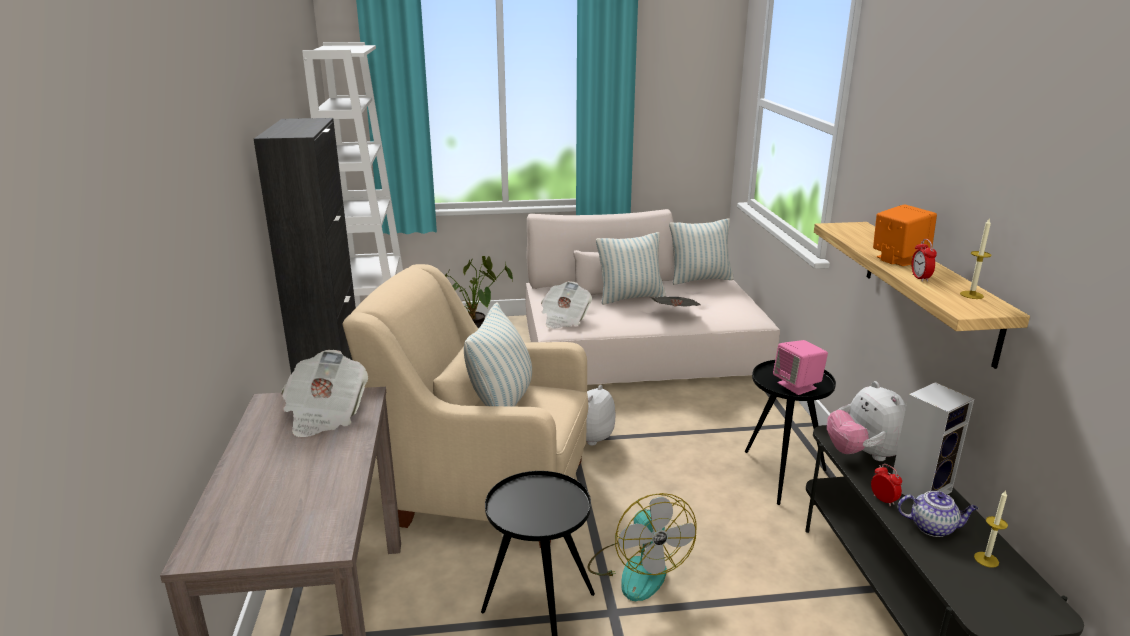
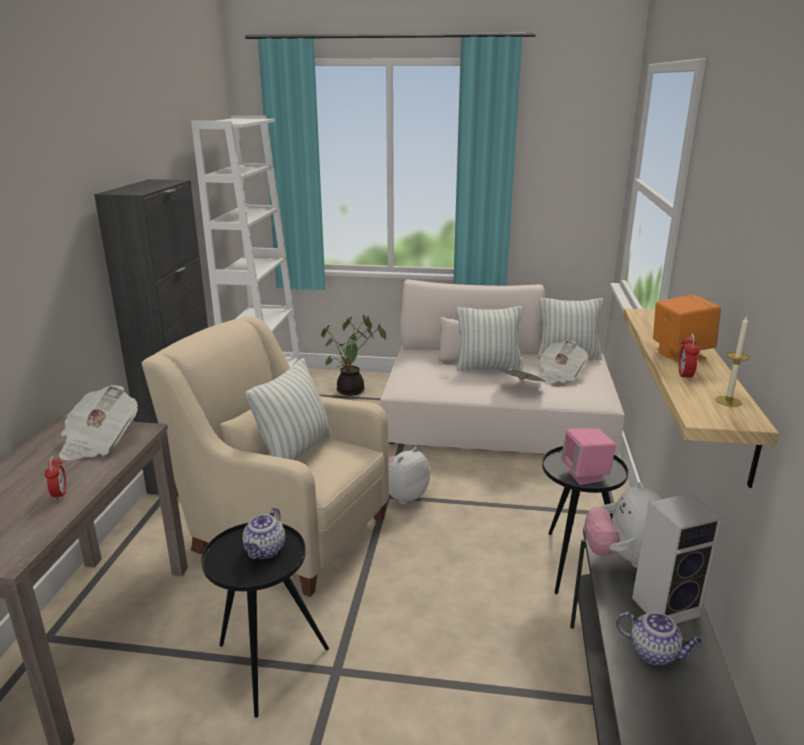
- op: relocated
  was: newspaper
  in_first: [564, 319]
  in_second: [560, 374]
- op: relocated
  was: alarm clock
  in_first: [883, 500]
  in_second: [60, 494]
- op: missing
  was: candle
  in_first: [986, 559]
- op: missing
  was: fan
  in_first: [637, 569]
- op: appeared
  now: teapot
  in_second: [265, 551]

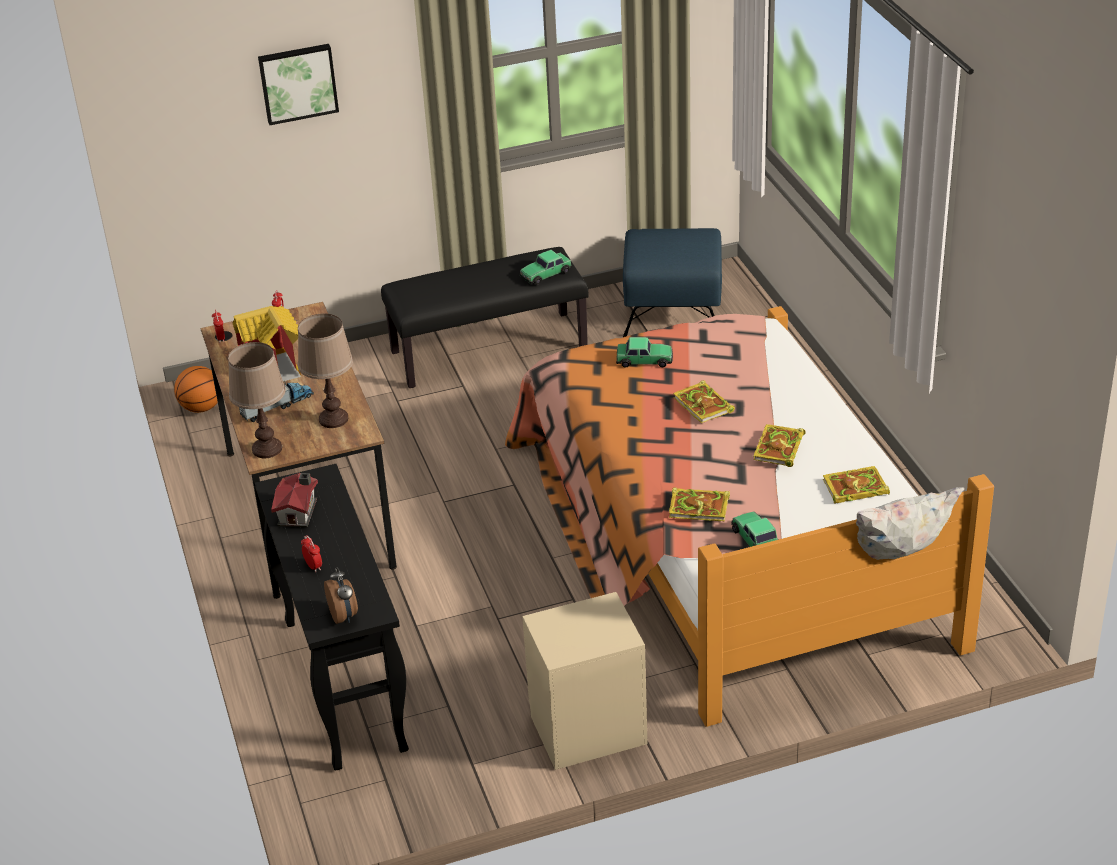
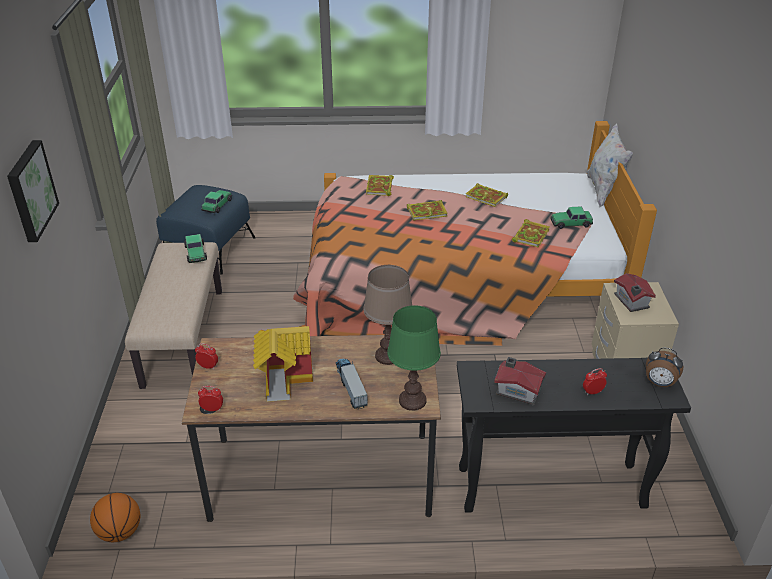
- op: colour
  was: black bench
  now: beige bench
  in_first: [489, 349]
  in_second: [183, 337]
- op: relocated
  was: toy car
  in_first: [644, 360]
  in_second: [217, 205]
- op: colour
  was: brown table lamp
  now: green table lamp
  in_first: [267, 449]
  in_second: [412, 400]
- op: relocated
  was: book
  in_first: [854, 489]
  in_second: [380, 188]
- op: spun
  was: alarm clock
  in_first: [344, 615]
  in_second: [659, 383]
  clockwise: -150
- op: appeared
  now: toy house
  in_second: [631, 302]

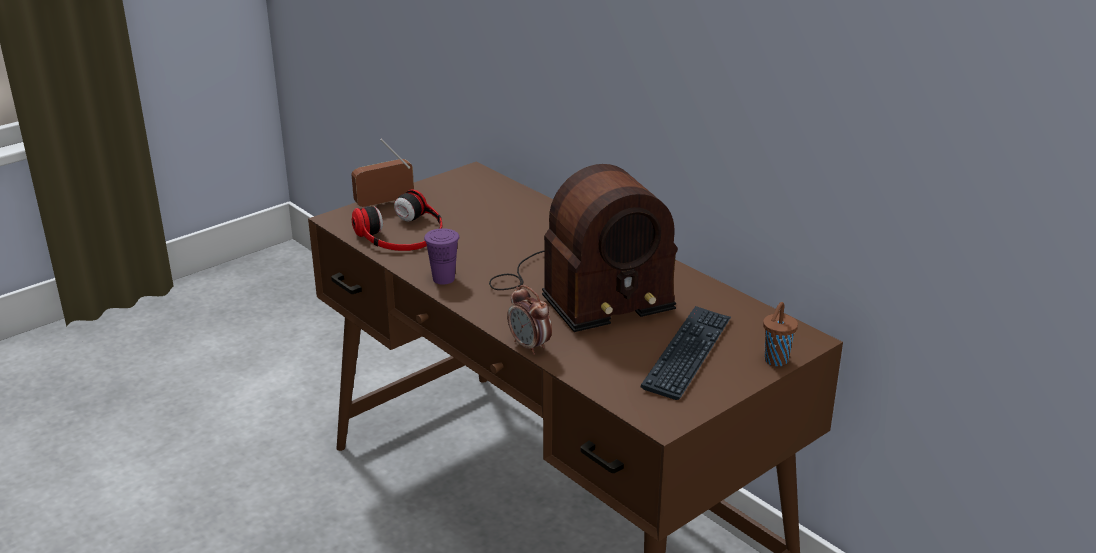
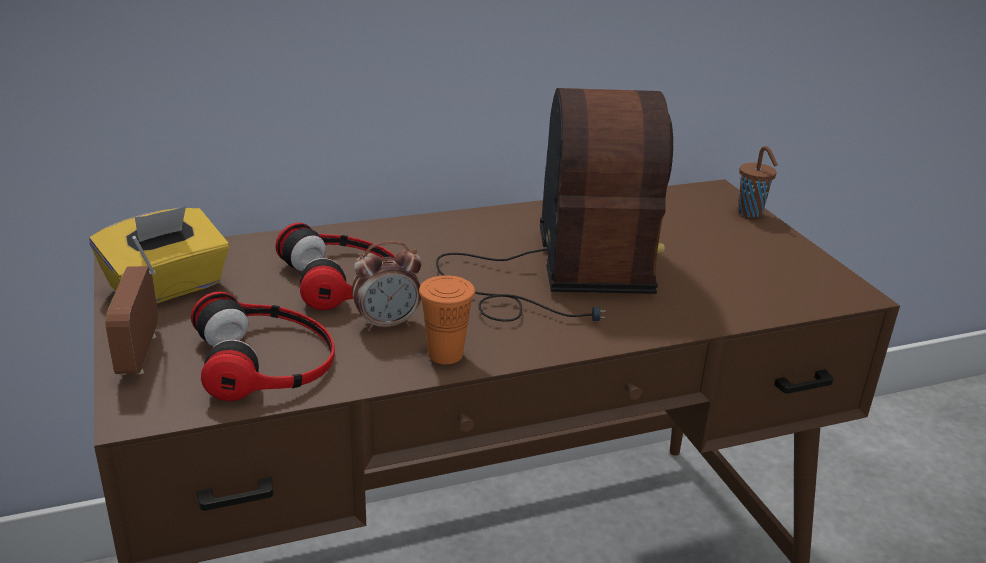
- op: colour
  was: purple cup
  now: orange cup
  in_first: [443, 279]
  in_second: [445, 354]
- op: relocated
  was: alarm clock
  in_first: [530, 346]
  in_second: [387, 324]
- op: missing
  was: keyboard
  in_first: [687, 353]
- op: appeared
  now: yellow tissue box
  in_second: [167, 287]
- op: appeared
  now: headphones
  in_second: [345, 278]

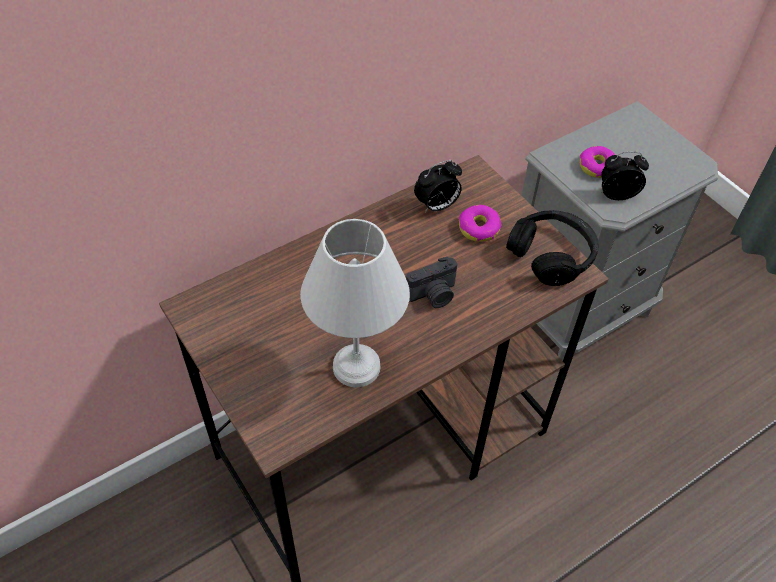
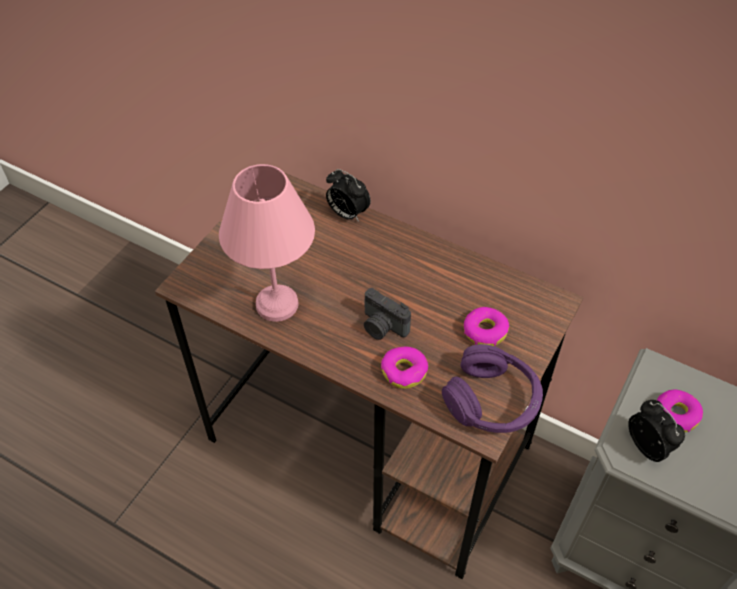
- op: relocated
  was: alarm clock
  in_first: [437, 206]
  in_second: [347, 214]
- op: colour
  was: black headphones
  now: purple headphones
  in_first: [551, 255]
  in_second: [492, 401]
- op: colour
  was: white table lamp
  now: pink table lamp
  in_first: [358, 365]
  in_second: [279, 304]
- op: appeared
  now: donut
  in_second: [404, 371]

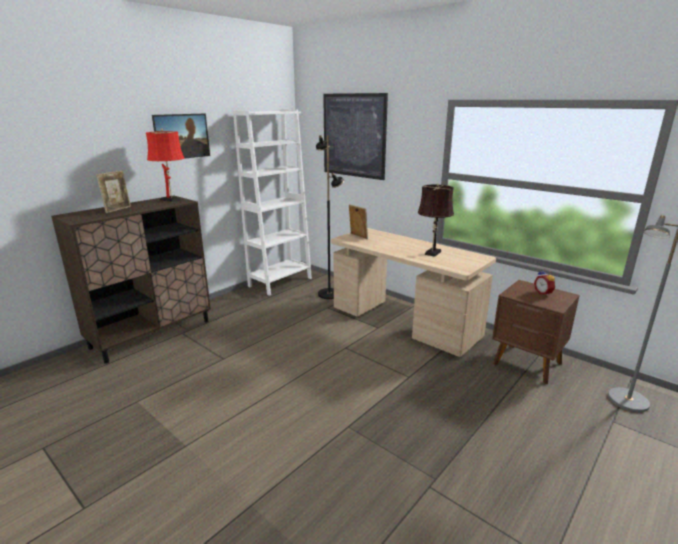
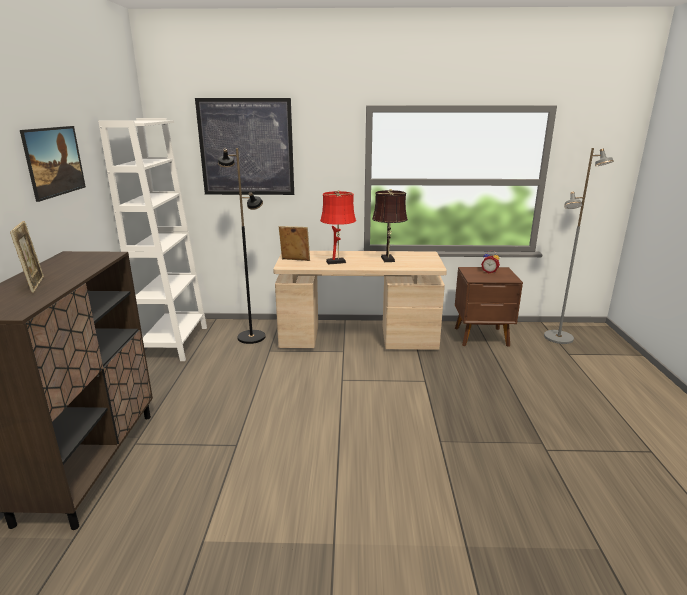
- op: relocated
  was: red table lamp
  in_first: [171, 200]
  in_second: [338, 262]

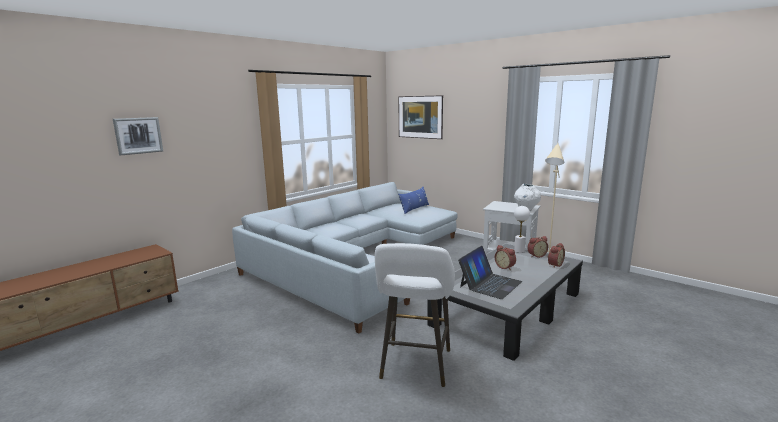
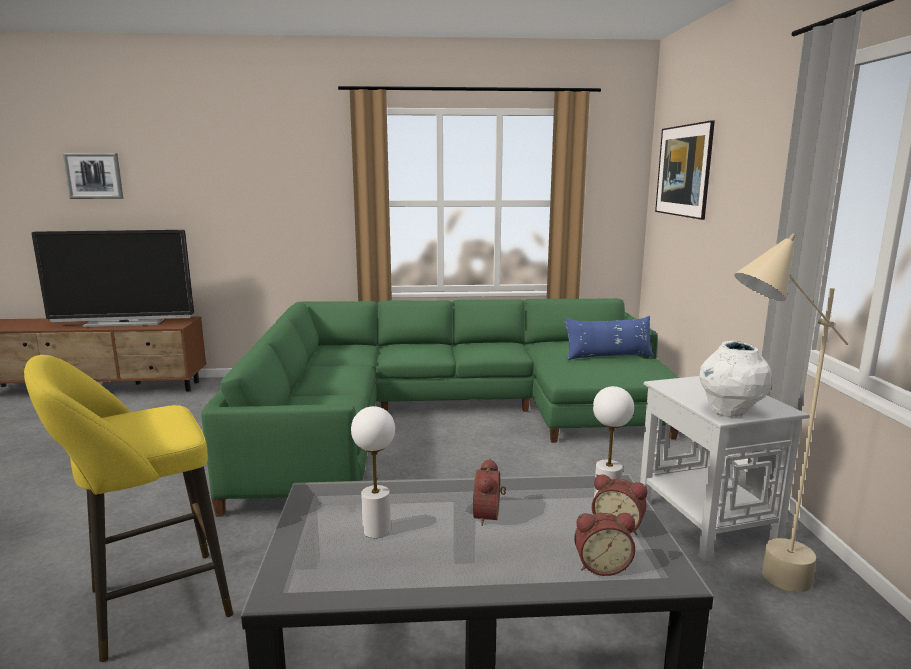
- op: relocated
  was: picture
  in_first: [138, 135]
  in_second: [94, 176]
- op: colour
  was: grey sofa
  now: green sofa
  in_first: [356, 259]
  in_second: [444, 415]
- op: colour
  was: white stool
  now: yellow stool
  in_first: [415, 367]
  in_second: [150, 606]
- op: exchanged
  was: laptop
  now: white table lamp
  in_first: [490, 284]
  in_second: [377, 530]
- op: appeared
  now: television
  in_second: [124, 323]

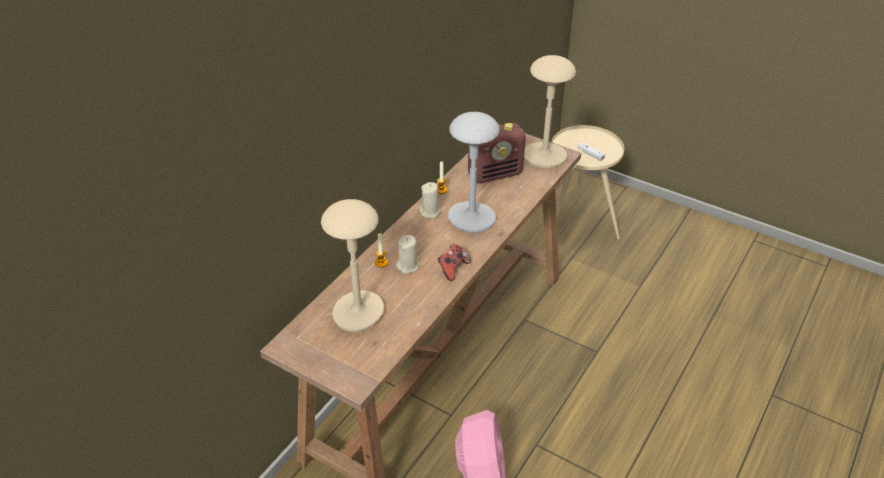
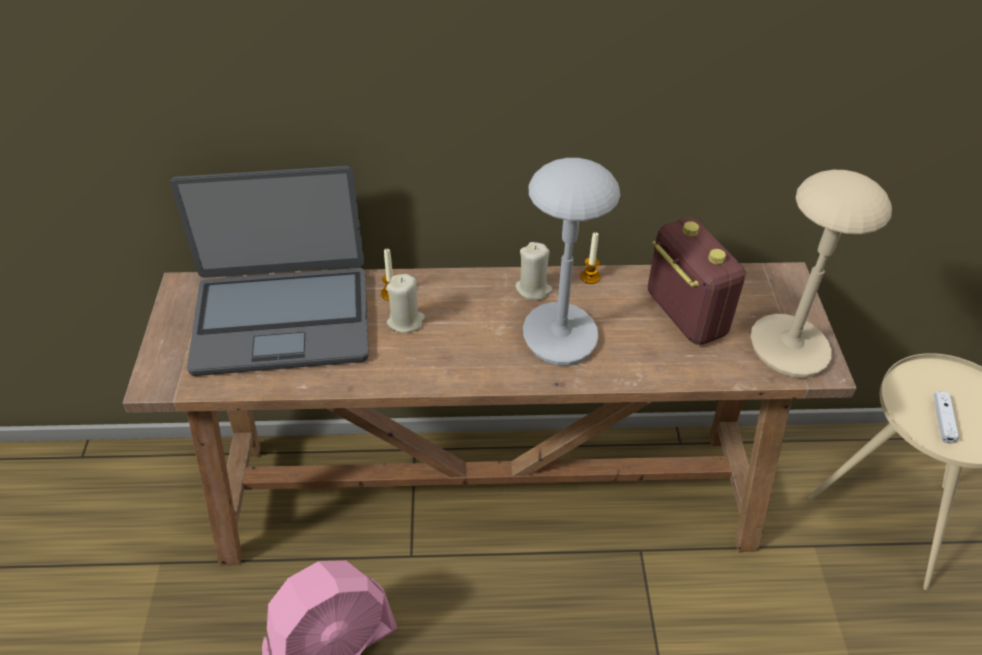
- op: spun
  was: radio
  in_first: [495, 174]
  in_second: [684, 314]
  clockwise: -150
- op: exchanged
  was: beige table lamp
  now: laptop
  in_first: [358, 313]
  in_second: [282, 319]
- op: missing
  was: game controller
  in_first: [453, 268]

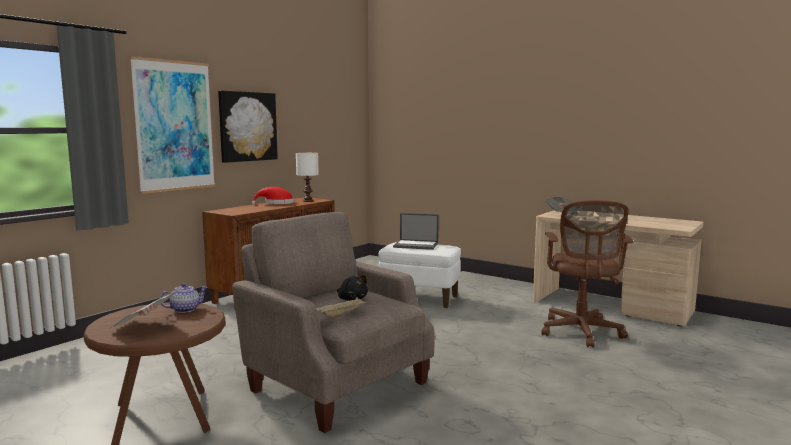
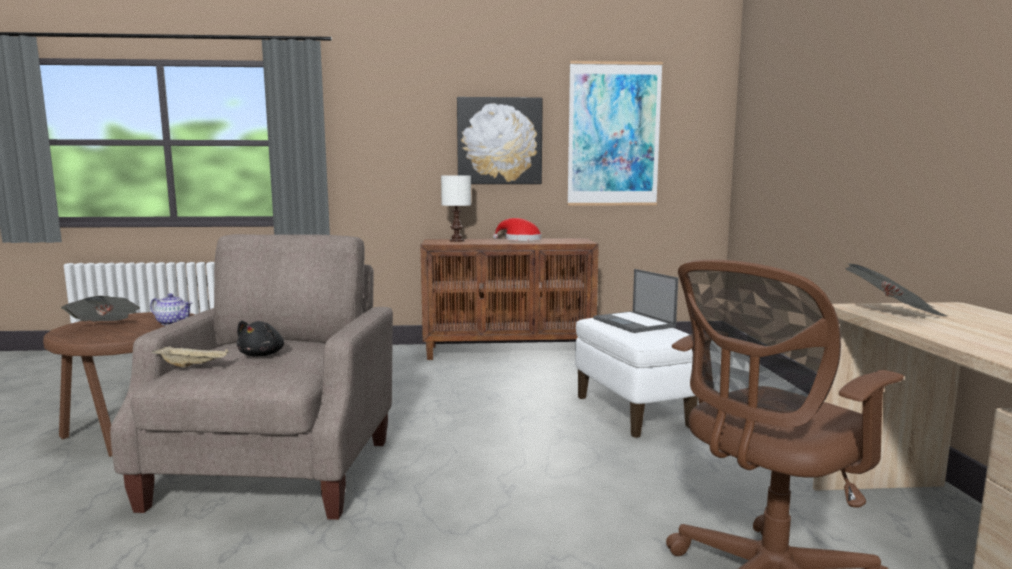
- op: relocated
  was: picture
  in_first: [174, 126]
  in_second: [613, 135]
- op: relocated
  was: white table lamp
  in_first: [308, 201]
  in_second: [457, 241]

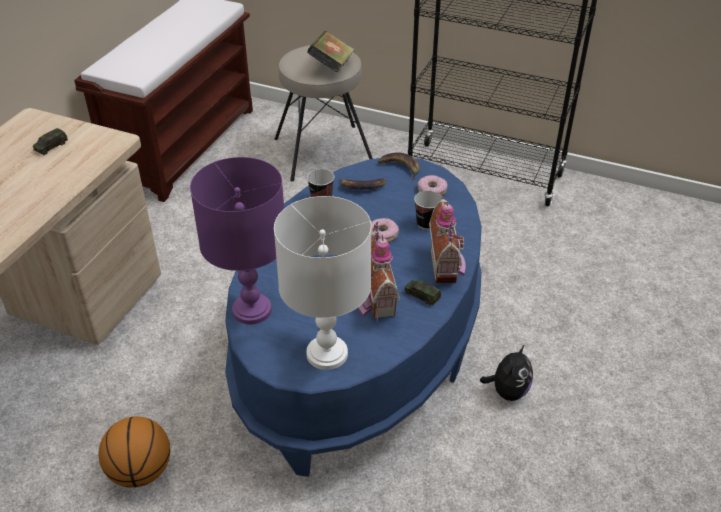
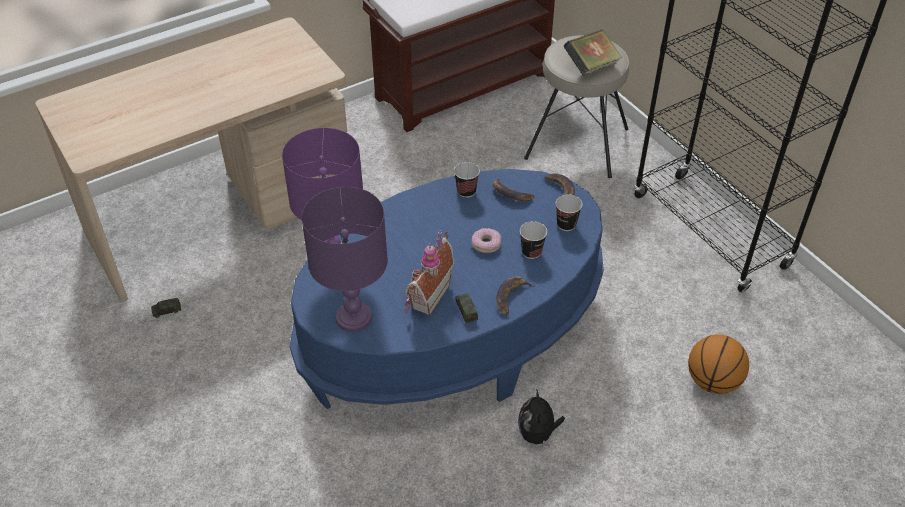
- op: relocated
  was: toy car
  in_first: [51, 146]
  in_second: [167, 310]
- op: exchanged
  was: donut
  now: cup
  in_first: [432, 190]
  in_second: [566, 224]
- op: colour
  was: white table lamp
  now: purple table lamp
  in_first: [328, 353]
  in_second: [354, 317]
- op: exchanged
  was: toy house
  now: banana
  in_first: [447, 266]
  in_second: [511, 297]
- op: spun
  was: plush toy
  in_first: [507, 391]
  in_second: [537, 434]
  clockwise: 120
- op: relocated
  was: basketball
  in_first: [141, 471]
  in_second: [713, 381]

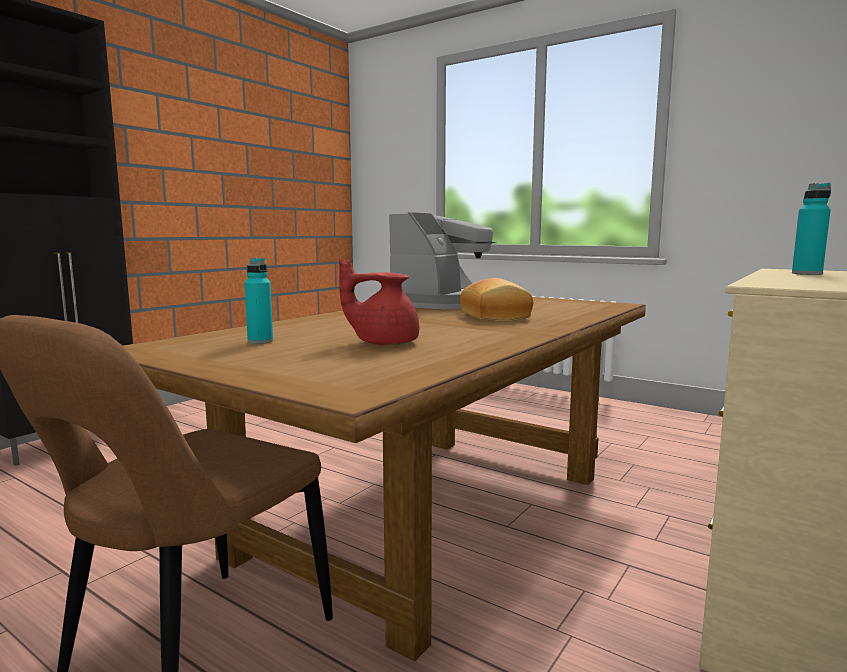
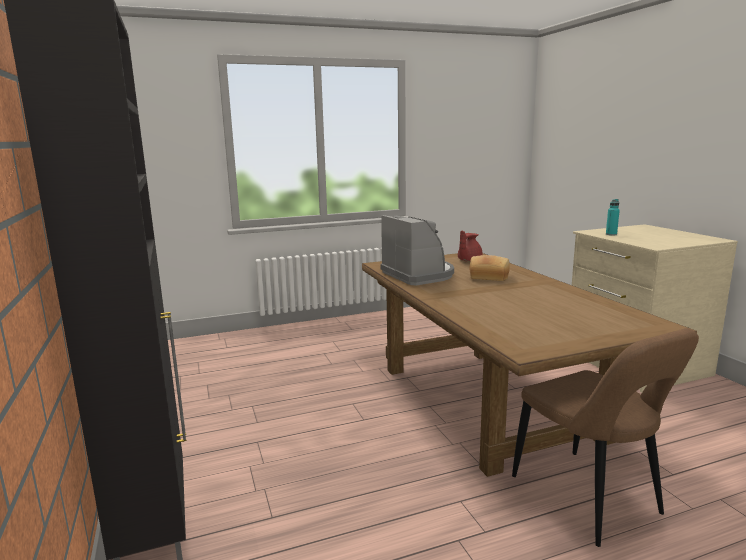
- op: missing
  was: turquoise bottle
  in_first: [260, 341]
- op: relocated
  was: red teapot
  in_first: [384, 343]
  in_second: [468, 261]

